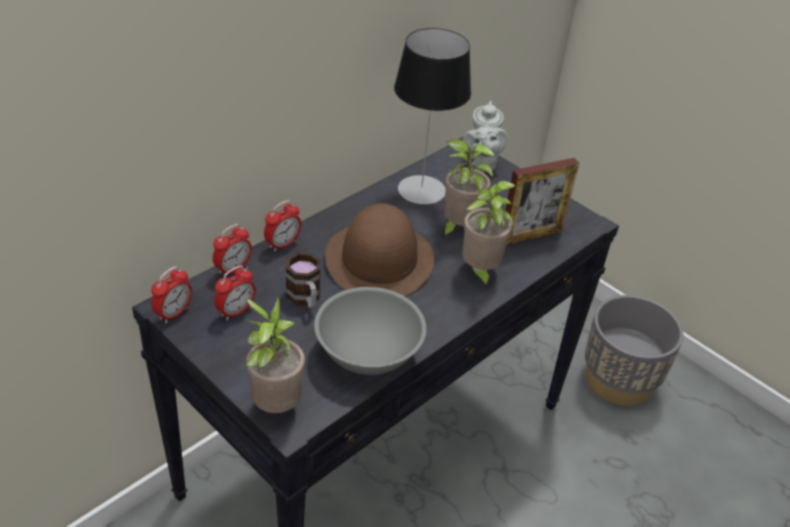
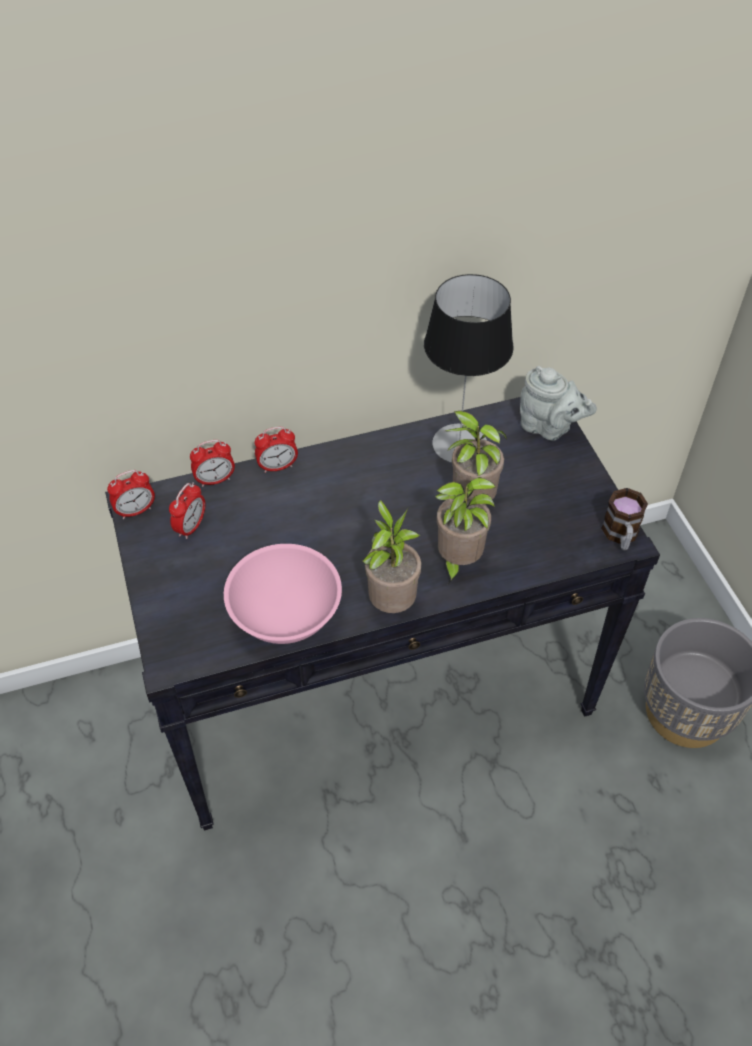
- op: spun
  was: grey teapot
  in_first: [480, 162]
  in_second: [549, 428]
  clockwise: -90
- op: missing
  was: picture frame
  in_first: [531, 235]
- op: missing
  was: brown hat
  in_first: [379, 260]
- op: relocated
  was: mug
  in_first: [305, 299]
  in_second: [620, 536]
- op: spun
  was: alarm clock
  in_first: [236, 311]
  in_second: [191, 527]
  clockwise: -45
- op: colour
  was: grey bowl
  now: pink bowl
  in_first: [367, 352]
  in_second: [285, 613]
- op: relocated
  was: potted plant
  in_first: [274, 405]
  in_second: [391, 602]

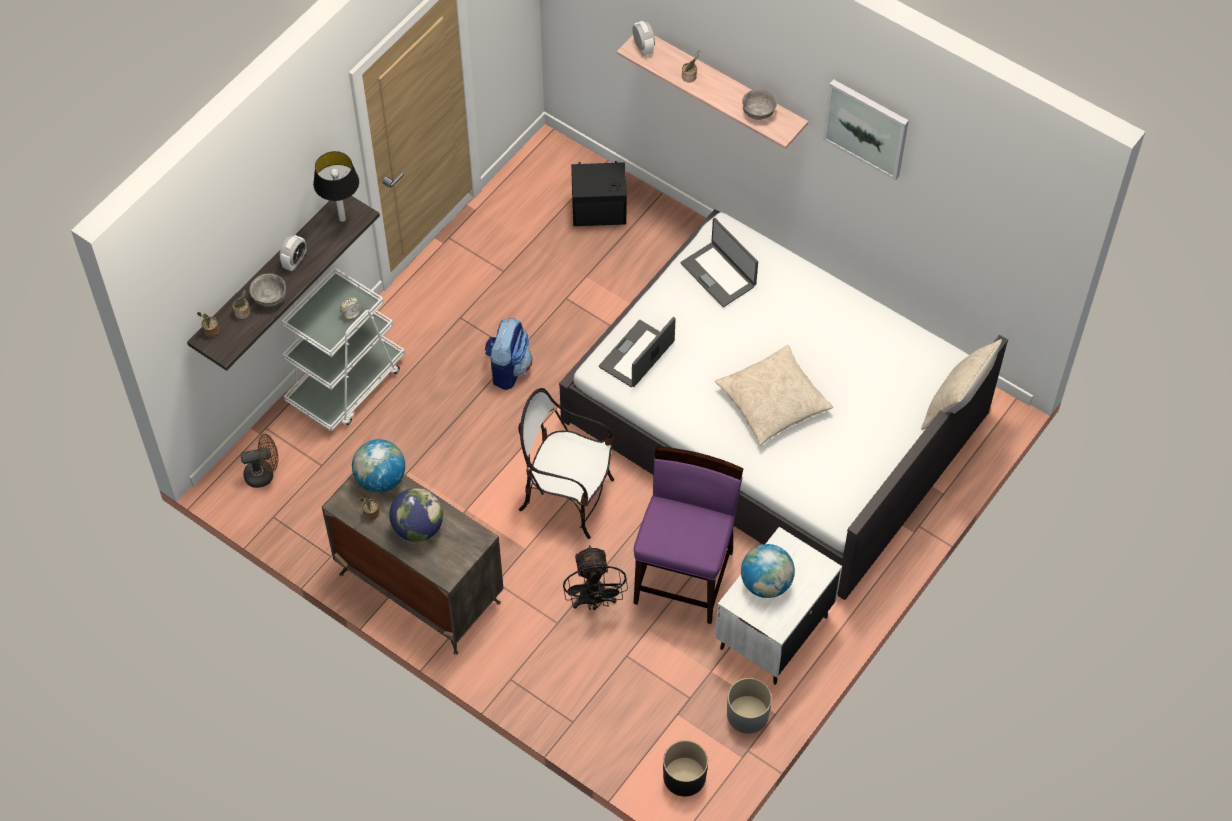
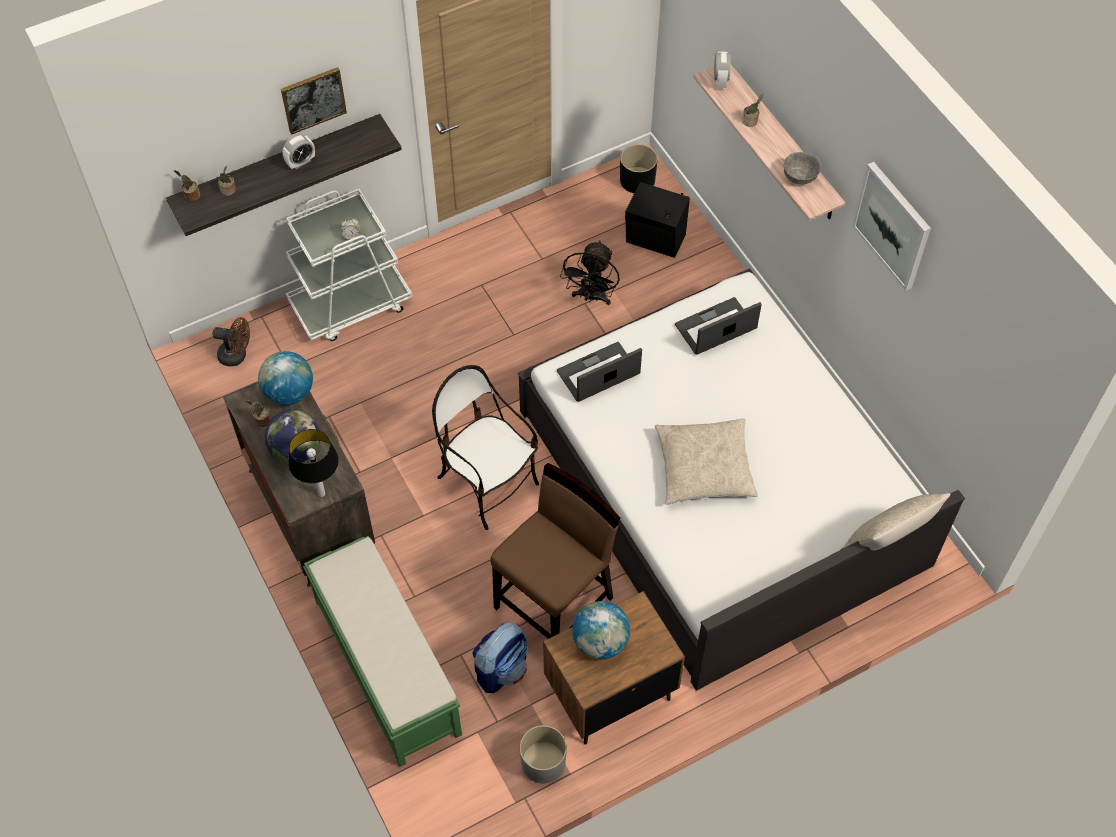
- op: relocated
  was: table lamp
  in_first: [342, 219]
  in_second: [321, 493]
- op: spun
  was: laptop
  in_first: [719, 274]
  in_second: [716, 328]
  clockwise: 75
- op: missing
  was: grey bowl
  in_first: [270, 297]
- op: relocated
  was: backpack
  in_first: [508, 368]
  in_second: [501, 669]
- op: colour
  was: purple chair
  now: brown chair
  in_first: [684, 576]
  in_second: [555, 602]
- op: colour
  was: white nightstand
  now: brown nightstand
  in_first: [772, 633]
  in_second: [609, 693]
- op: relocated
  was: black fan
  in_first: [594, 601]
  in_second: [591, 297]
- op: relocated
  was: black planter
  in_first: [684, 777]
  in_second: [637, 180]
- op: appeared
  now: picture
  in_second: [313, 99]
- op: appeared
  now: green bench
  in_second: [386, 665]

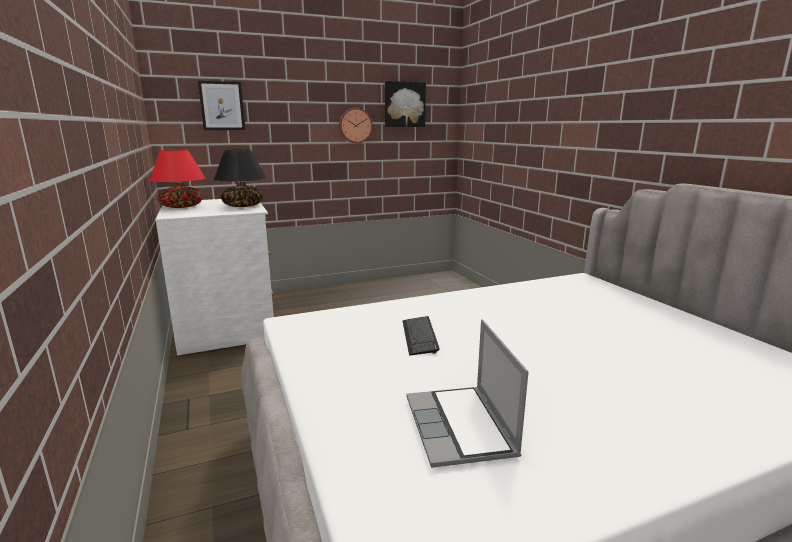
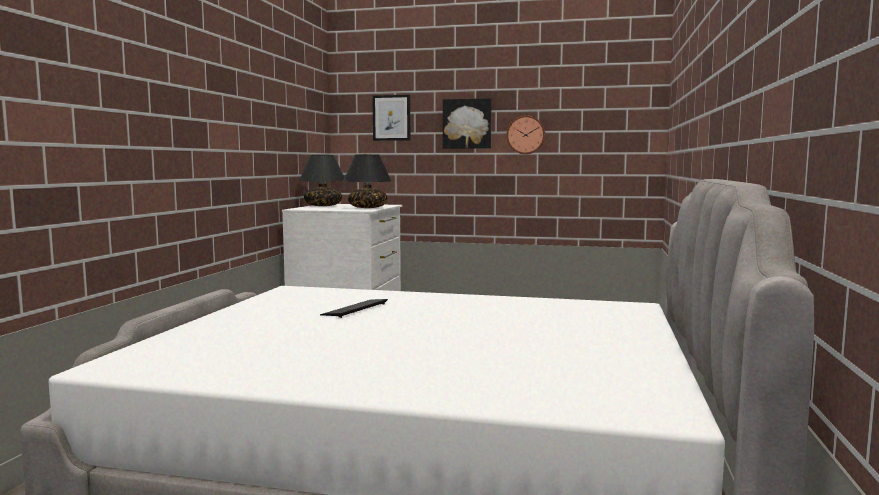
- op: relocated
  was: picture
  in_first: [404, 104]
  in_second: [467, 123]
- op: colour
  was: red table lamp
  now: black table lamp
  in_first: [182, 206]
  in_second: [323, 206]
- op: missing
  was: laptop
  in_first: [461, 428]

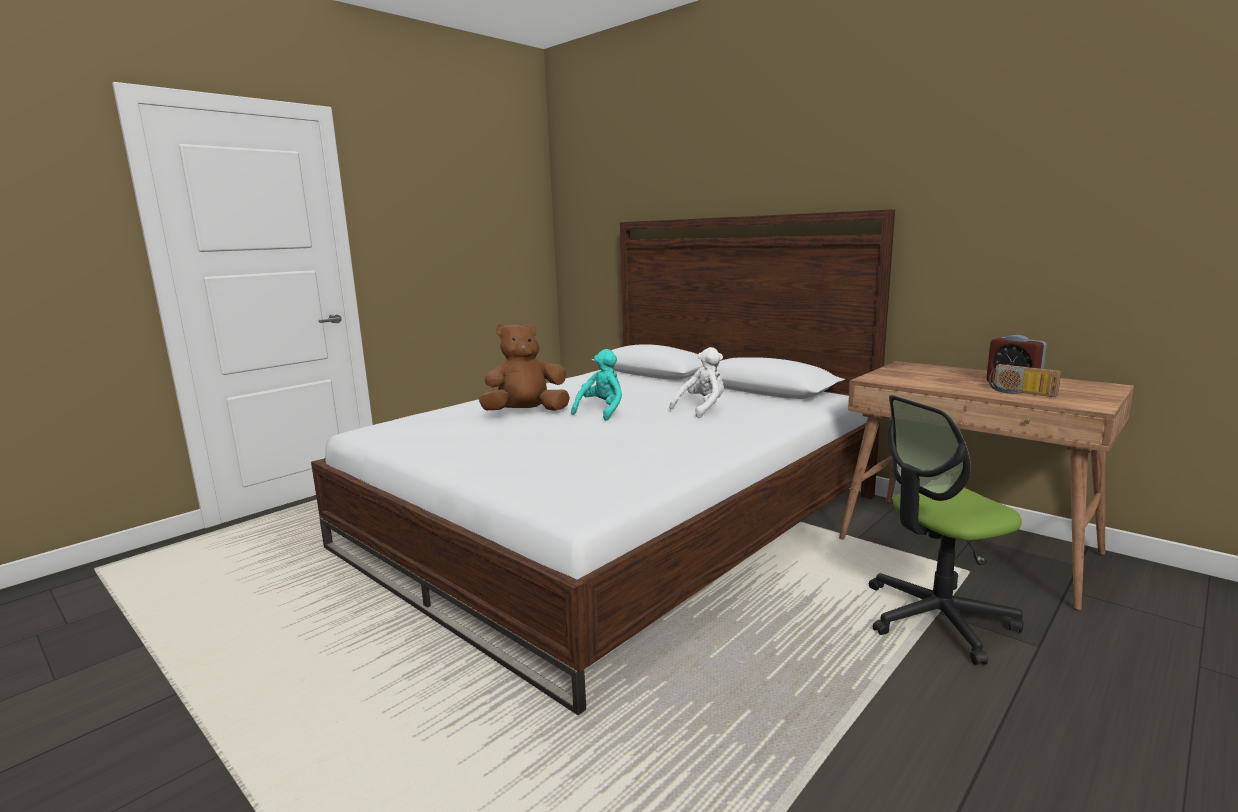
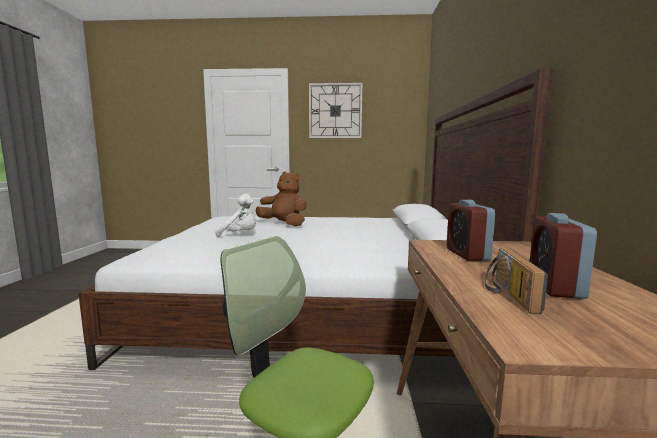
- op: relocated
  was: white plush toy
  in_first: [702, 409]
  in_second: [240, 235]
- op: missing
  was: turquoise plush toy
  in_first: [602, 411]
- op: appeared
  now: wall clock
  in_second: [335, 111]
- op: appeared
  now: alarm clock
  in_second: [467, 254]

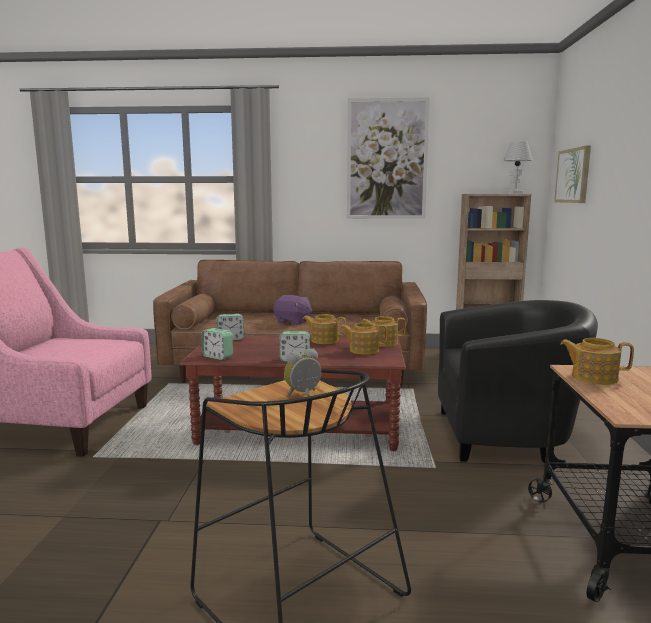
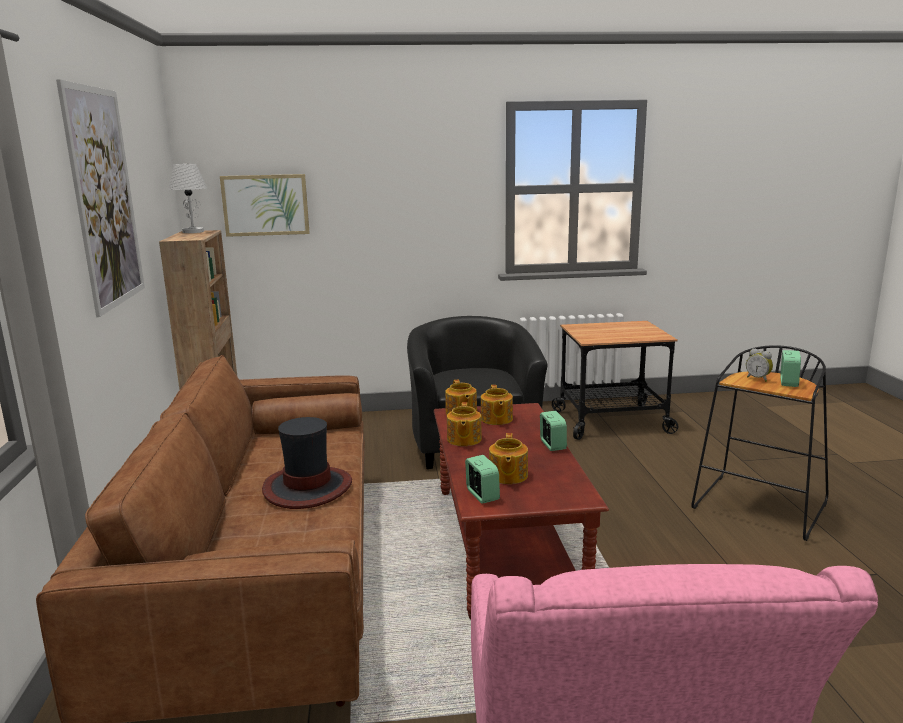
- op: exchanged
  was: purple plush toy
  now: hat
  in_first: [292, 322]
  in_second: [307, 488]
- op: relocated
  was: alarm clock
  in_first: [217, 357]
  in_second: [788, 382]
- op: relocated
  was: teapot
  in_first: [593, 377]
  in_second: [507, 476]

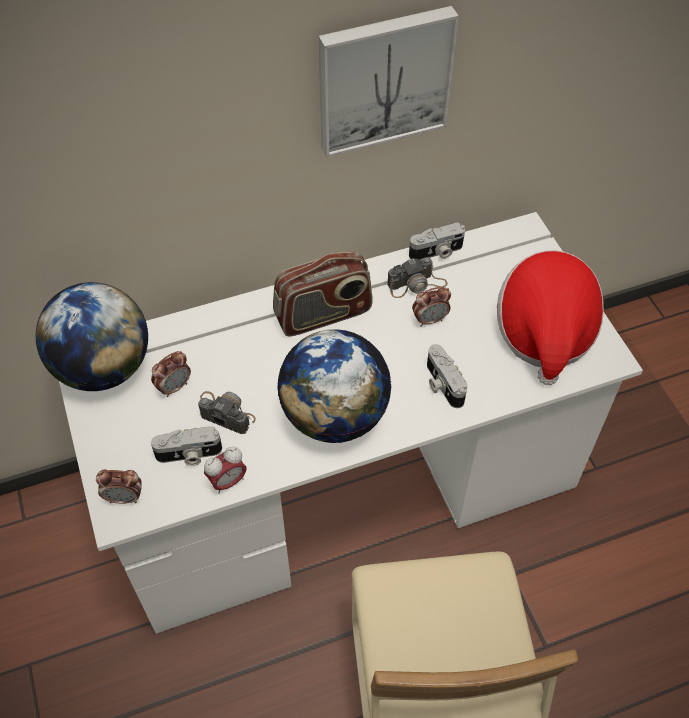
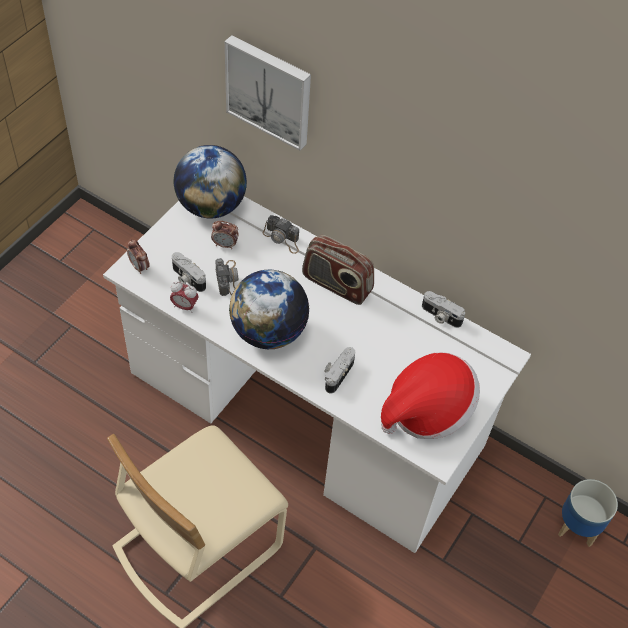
- op: relocated
  was: picture
  in_first: [383, 79]
  in_second: [270, 90]
- op: relocated
  was: photo camera
  in_first: [417, 284]
  in_second: [282, 238]
- op: missing
  was: alarm clock
  in_first: [430, 320]
- op: appeared
  now: planter
  in_second: [578, 527]

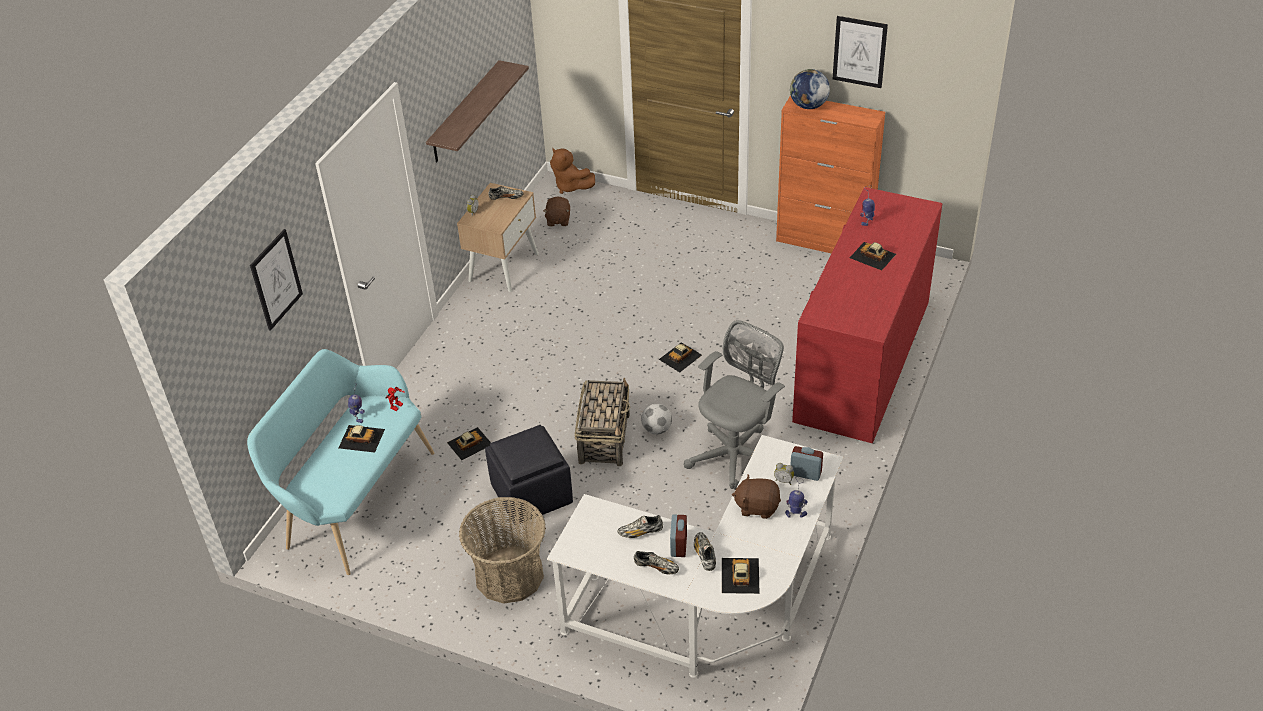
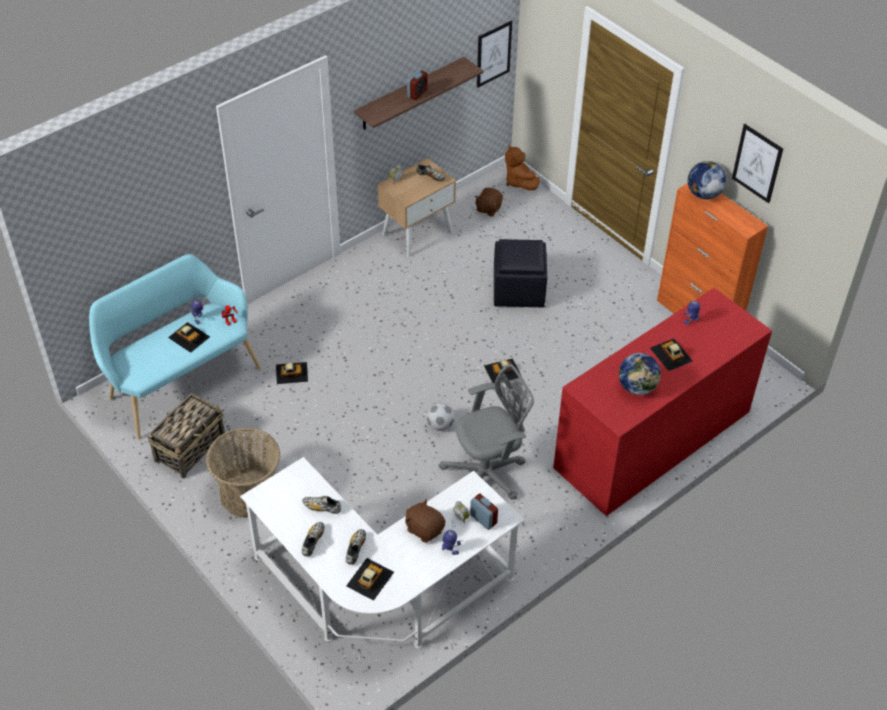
- op: relocated
  was: picture
  in_first: [276, 279]
  in_second: [493, 54]
- op: relocated
  was: basket
  in_first: [604, 438]
  in_second: [191, 448]
- op: relocated
  was: black ottoman
  in_first: [532, 495]
  in_second: [519, 291]
- op: relocated
  was: alarm clock
  in_first: [678, 545]
  in_second: [417, 93]
- op: spun
  was: shoe
  in_first: [656, 567]
  in_second: [313, 541]
  clockwise: -120
- op: appeared
  now: globe
  in_second: [637, 387]

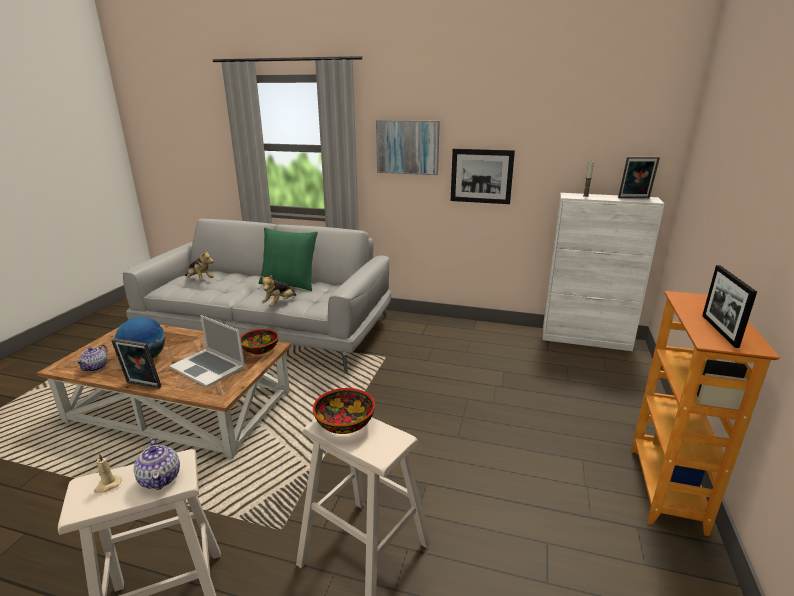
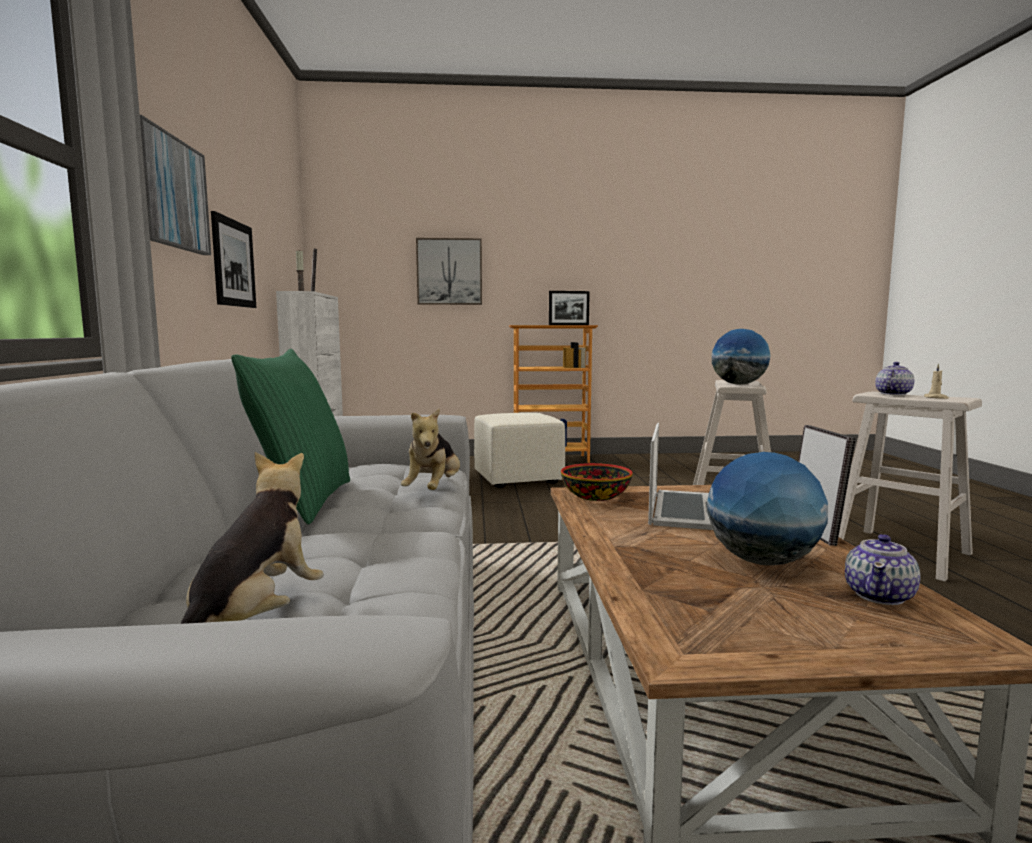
- op: spun
  was: plush toy
  in_first: [279, 304]
  in_second: [434, 490]
  clockwise: 90
- op: spun
  was: teapot
  in_first: [96, 367]
  in_second: [880, 595]
  clockwise: 135
- op: exchanged
  was: bowl
  now: globe
  in_first: [344, 423]
  in_second: [739, 384]
- op: appeared
  now: picture
  in_second: [449, 271]
- op: appeared
  now: beige ottoman
  in_second: [517, 479]

